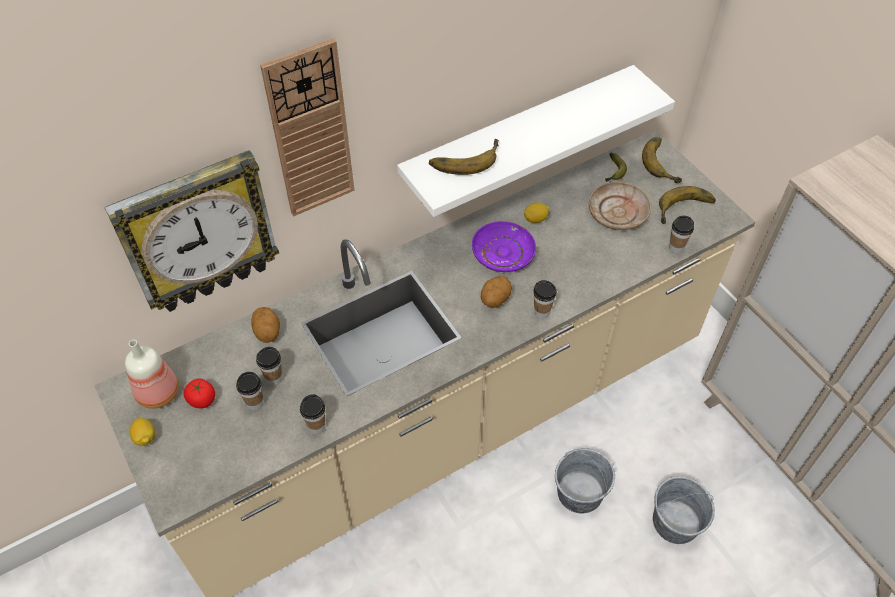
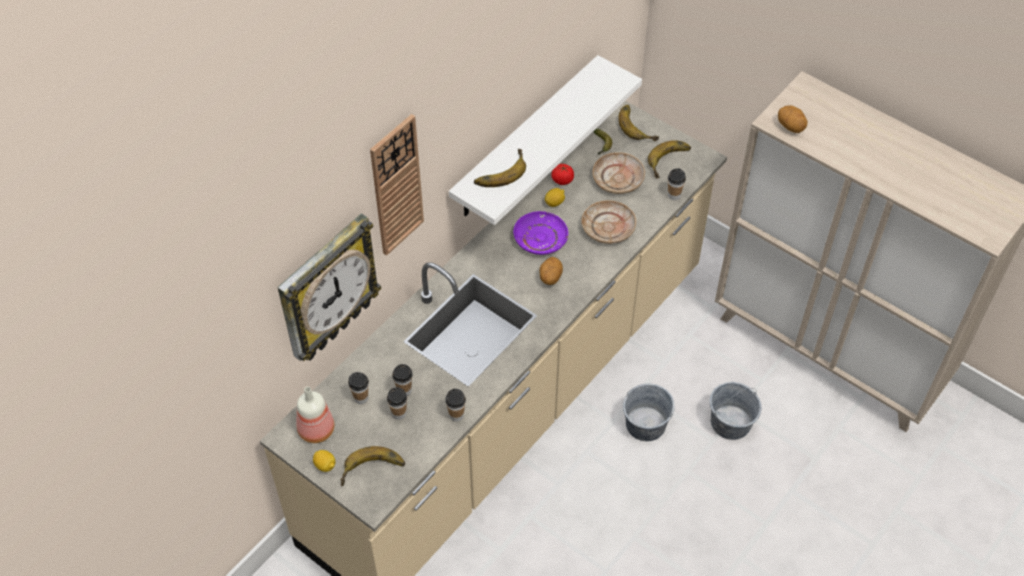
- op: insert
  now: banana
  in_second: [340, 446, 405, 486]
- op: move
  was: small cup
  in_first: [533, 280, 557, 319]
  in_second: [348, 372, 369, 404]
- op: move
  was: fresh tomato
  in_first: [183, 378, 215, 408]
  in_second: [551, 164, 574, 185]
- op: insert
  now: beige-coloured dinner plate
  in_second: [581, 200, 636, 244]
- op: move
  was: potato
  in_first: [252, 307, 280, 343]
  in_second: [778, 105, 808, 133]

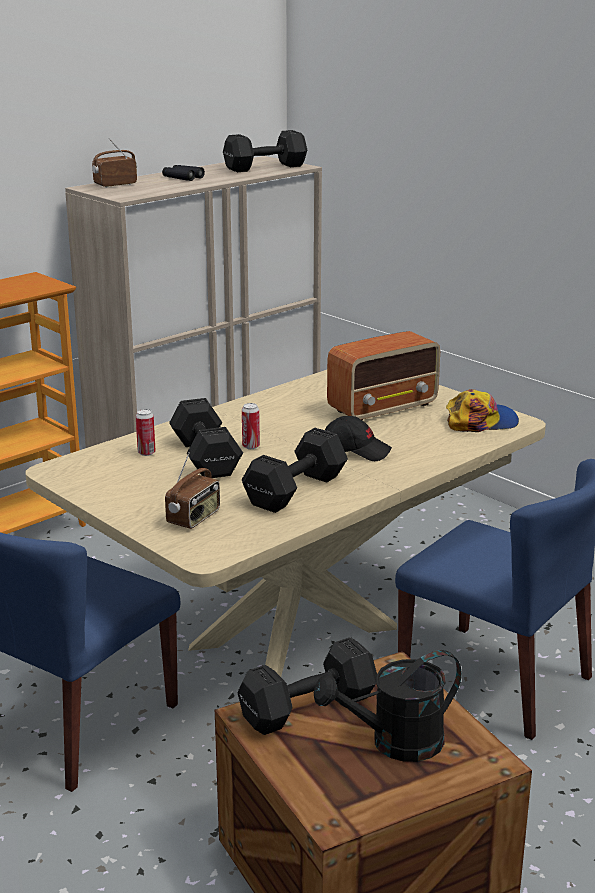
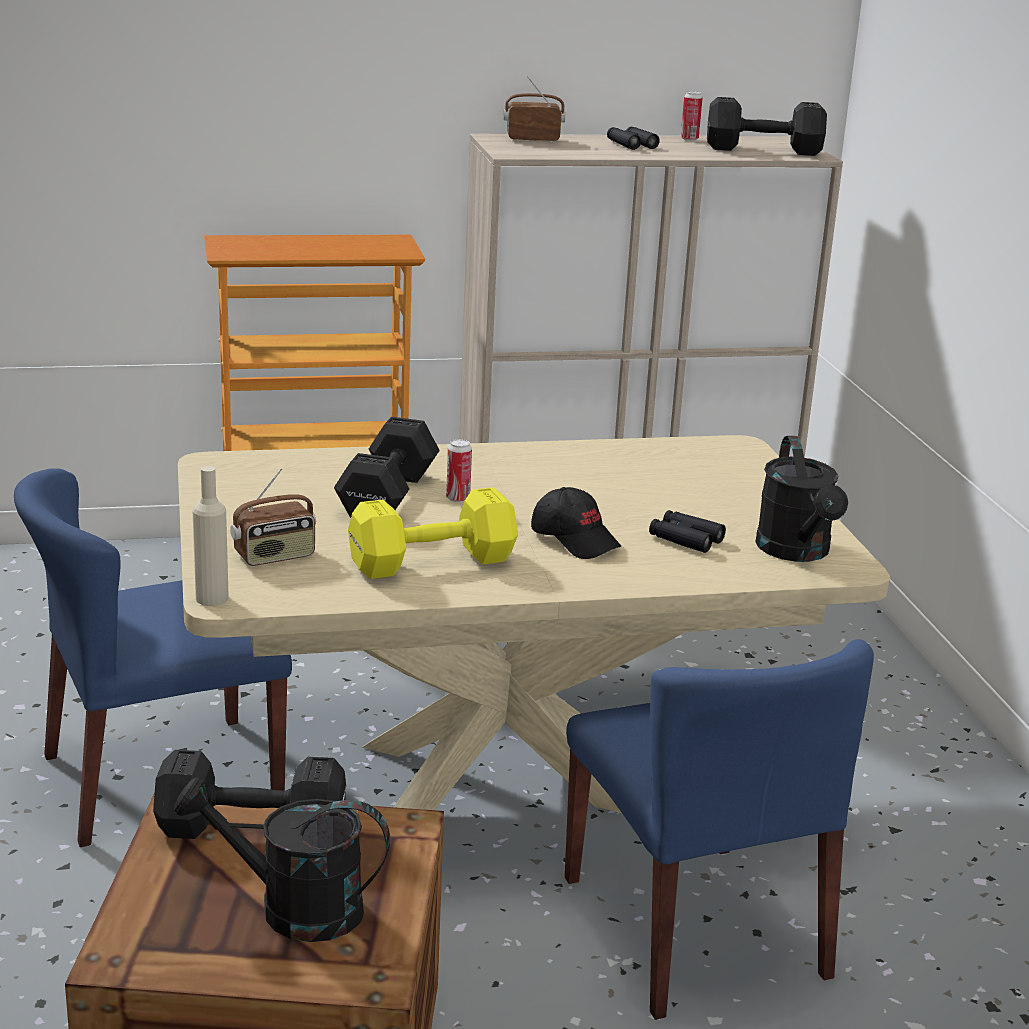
- op: insert
  now: beige-coloured beverage bottle
  in_second: [192, 466, 229, 606]
- op: recolor
  was: blackish free weight
  now: yellow free weight
  in_first: [242, 428, 348, 513]
  in_second: [348, 487, 518, 579]
- op: insert
  now: blackish field glasses
  in_second: [649, 510, 726, 553]
- op: move
  was: sealed can
  in_first: [136, 409, 156, 456]
  in_second: [681, 91, 703, 141]
- op: replace
  was: peaked cap
  now: blackish watering pot
  in_first: [446, 389, 519, 432]
  in_second: [755, 436, 848, 562]
- op: delete
  was: radio receiver
  in_first: [327, 331, 440, 421]

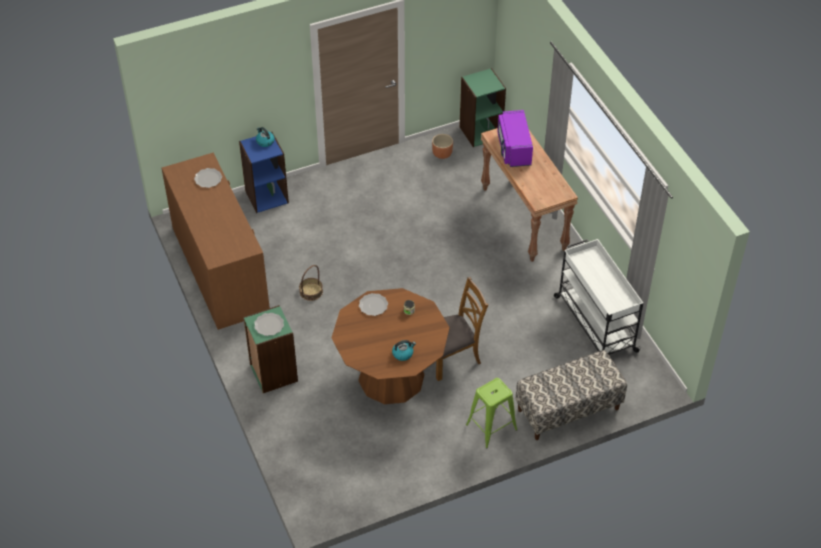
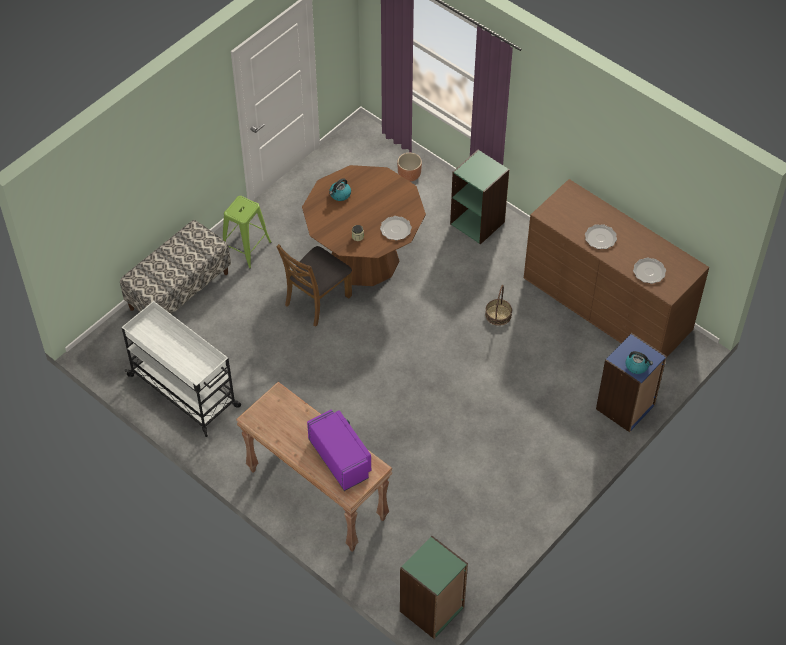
- op: move
  was: brownish planter
  in_first: [432, 134, 453, 159]
  in_second: [397, 153, 422, 182]
- op: move
  was: dinner plate
  in_first: [254, 313, 284, 336]
  in_second: [585, 224, 617, 249]

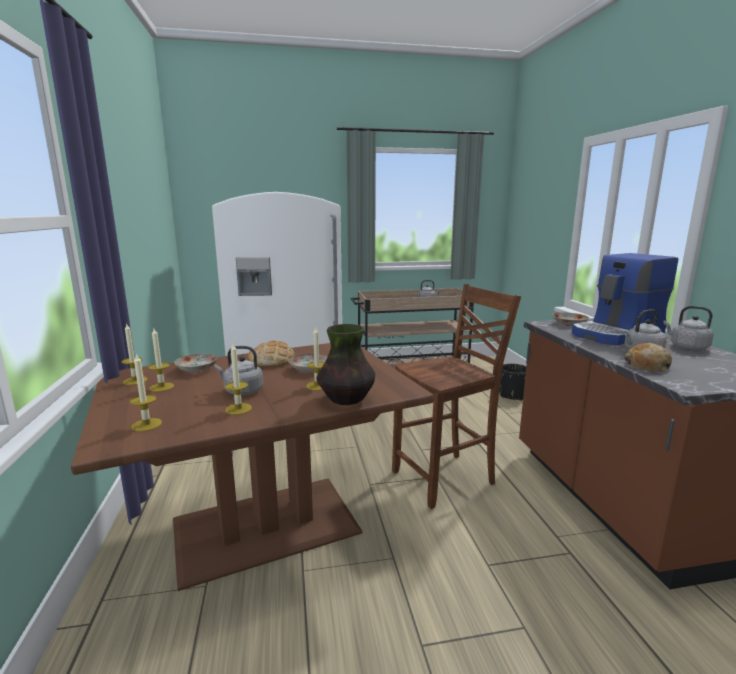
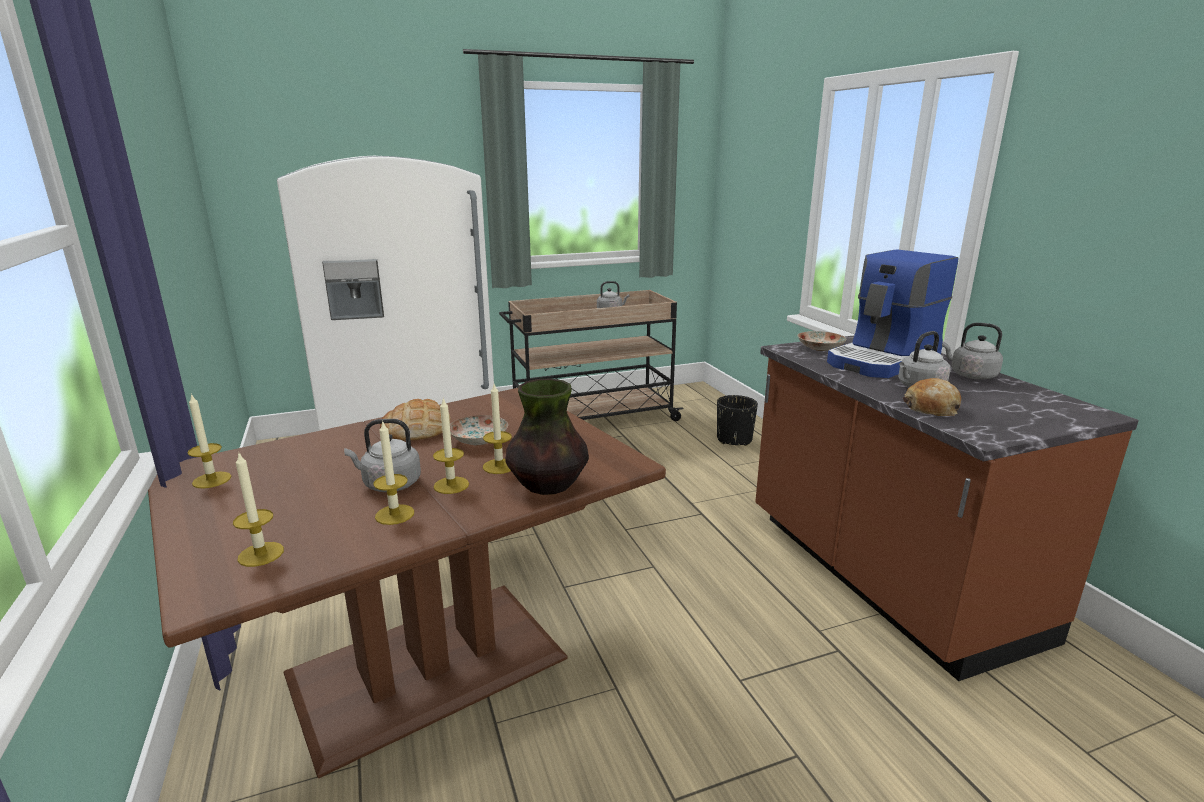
- op: move
  was: candle
  in_first: [148, 328, 174, 392]
  in_second: [433, 398, 469, 494]
- op: delete
  was: dinner plate
  in_first: [174, 353, 218, 372]
- op: delete
  was: brownish upright chair
  in_first: [392, 284, 521, 509]

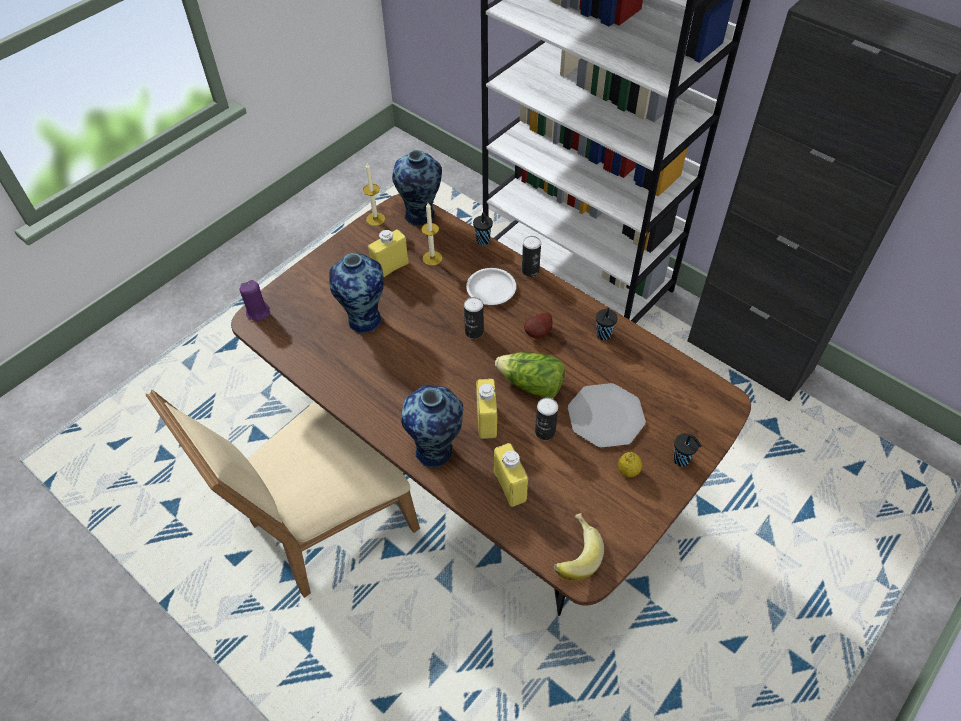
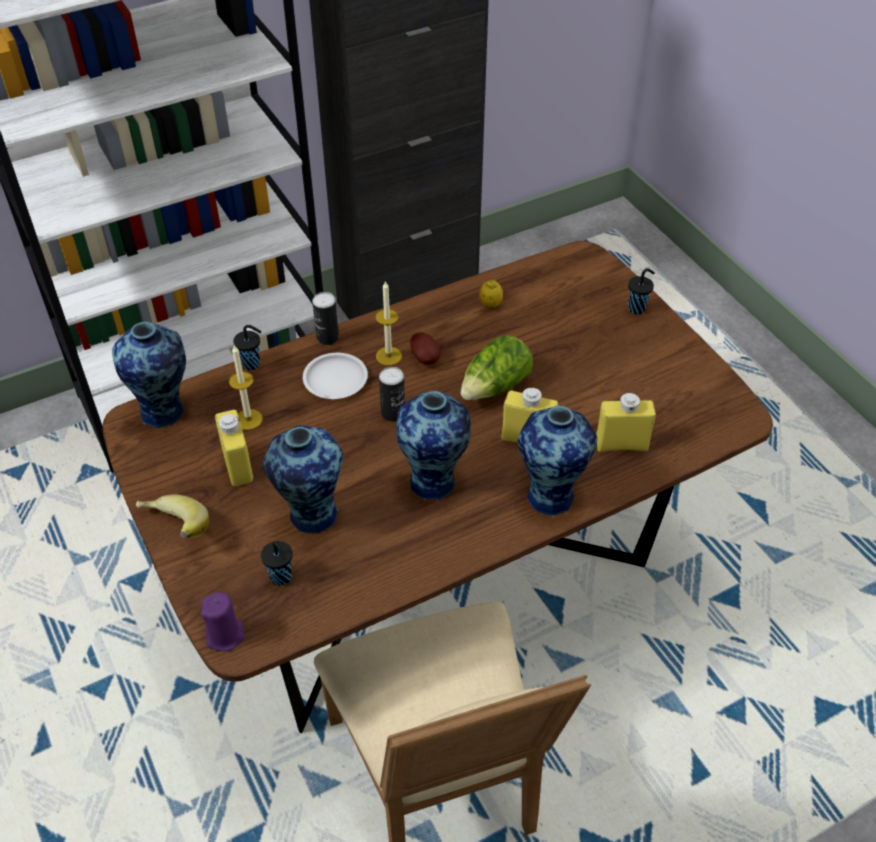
- op: move
  was: banana
  in_first: [554, 513, 604, 581]
  in_second: [136, 494, 209, 538]
- op: move
  was: blackish small cup
  in_first: [596, 308, 618, 340]
  in_second: [261, 541, 293, 586]
- op: move
  was: candle
  in_first: [363, 163, 385, 226]
  in_second: [376, 281, 402, 365]
- op: insert
  now: decorative vase
  in_second: [396, 391, 471, 501]
- op: move
  was: citrus fruit
  in_first: [618, 452, 642, 477]
  in_second: [479, 280, 503, 308]
- op: delete
  was: sealed can
  in_first: [535, 398, 558, 440]
- op: delete
  was: dinner plate
  in_first: [568, 383, 646, 448]

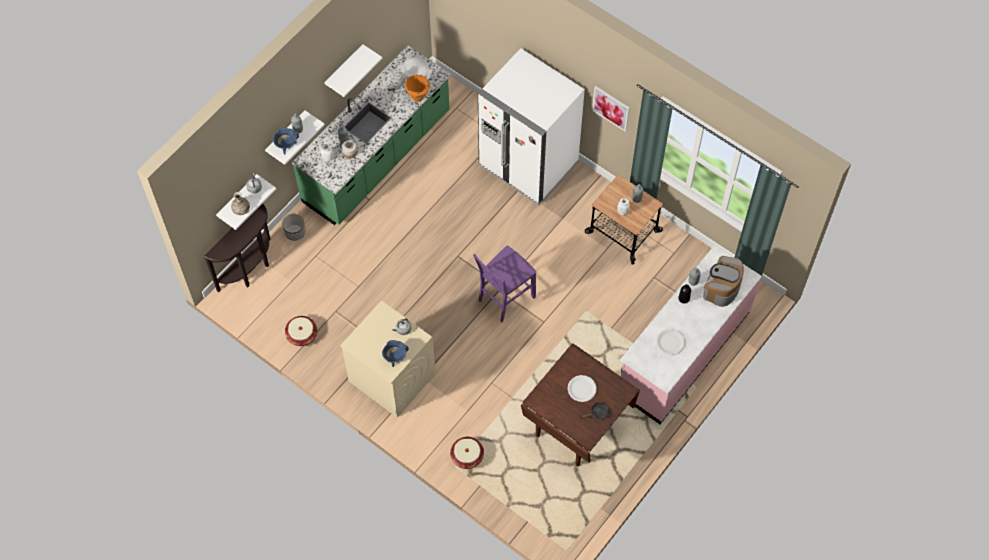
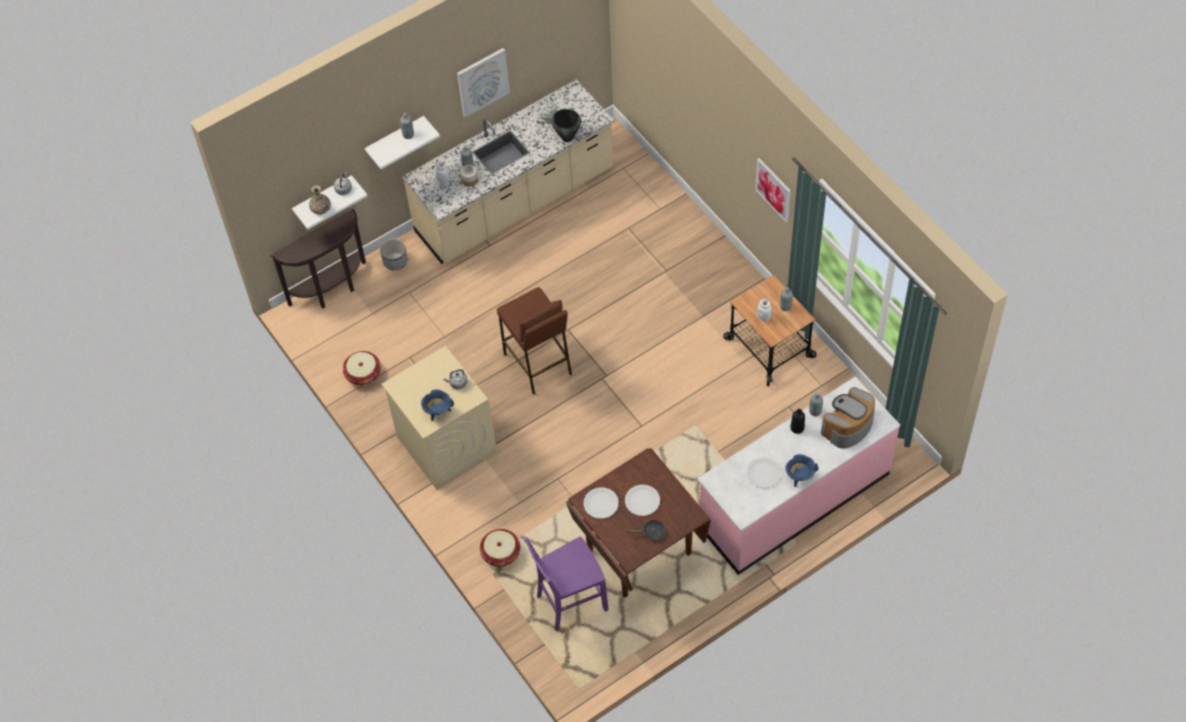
- op: recolor
  was: green counter
  now: beige-coloured counter
  in_first: [292, 46, 451, 225]
  in_second: [402, 79, 614, 264]
- op: replace
  was: white-coloured wall shelf
  now: wall picture
  in_first: [324, 44, 382, 97]
  in_second: [457, 48, 510, 117]
- op: insert
  now: brownish stool
  in_second: [497, 287, 572, 395]
- op: move
  was: purple-coloured upright chair
  in_first: [473, 245, 536, 322]
  in_second: [524, 537, 608, 631]
- op: recolor
  was: orange-coloured stockpot
  now: blackish stockpot
  in_first: [405, 75, 430, 102]
  in_second: [552, 109, 581, 142]
- op: move
  was: white-coloured dinner plate
  in_first: [402, 57, 429, 78]
  in_second: [584, 487, 619, 519]
- op: move
  was: blue stockpot
  in_first: [273, 128, 299, 155]
  in_second: [785, 454, 819, 487]
- op: delete
  was: white-coloured refrigerator
  in_first: [478, 48, 585, 205]

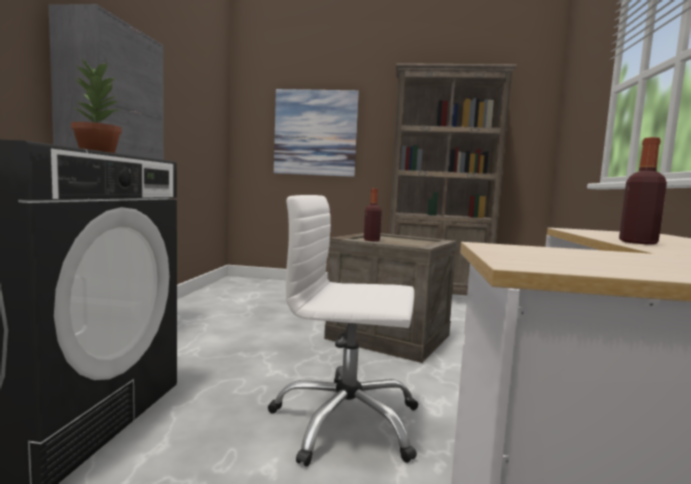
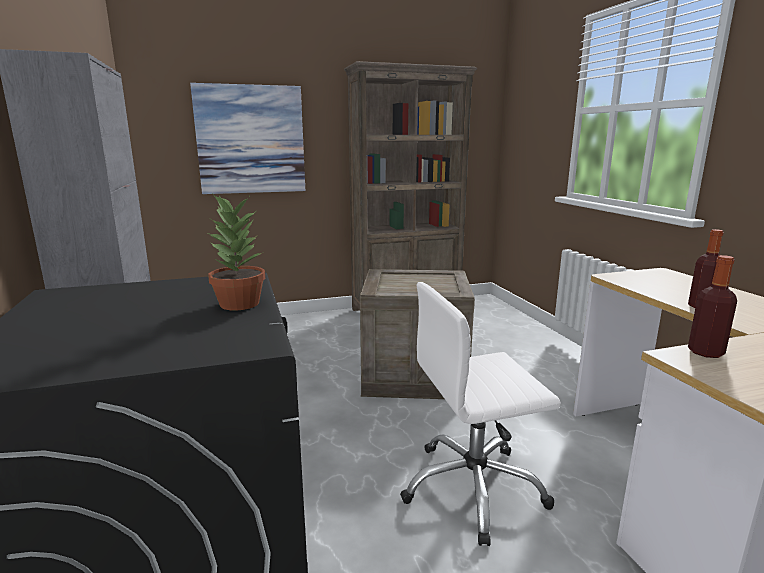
- op: move
  was: beverage bottle
  in_first: [364, 189, 382, 241]
  in_second: [688, 255, 737, 358]

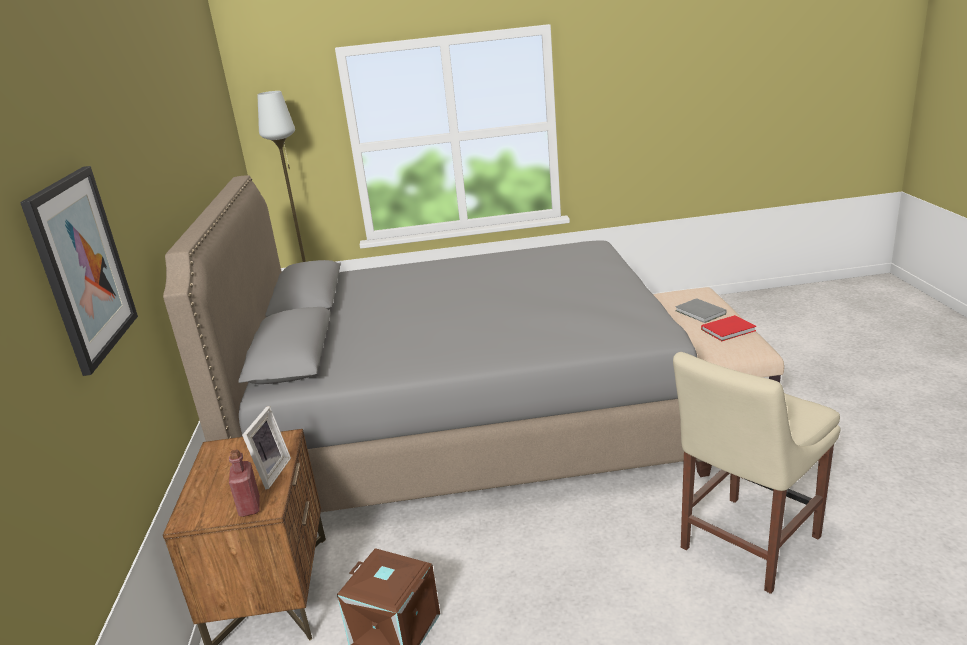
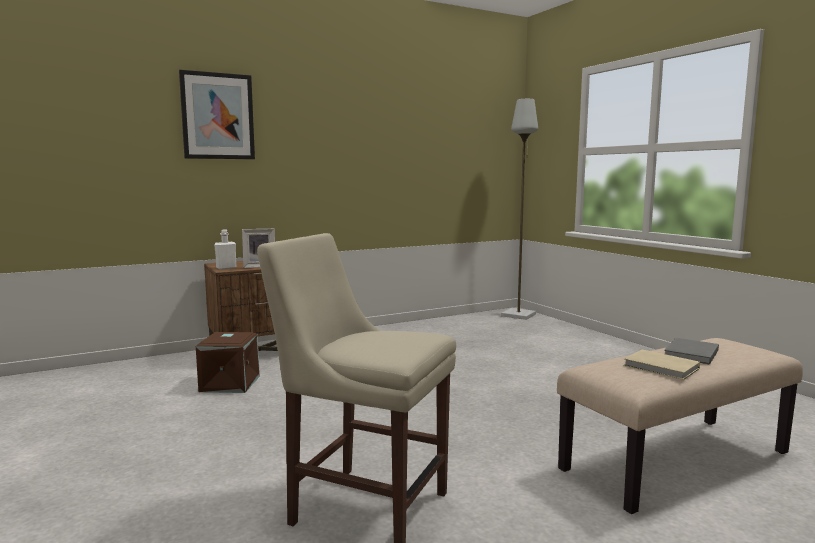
- op: recolor
  was: reddish beverage bottle
  now: white-coloured beverage bottle
  in_first: [229, 449, 260, 517]
  in_second: [214, 229, 236, 270]
- op: recolor
  was: reddish volume
  now: beige-coloured volume
  in_first: [701, 315, 756, 341]
  in_second: [624, 349, 700, 380]
- op: delete
  was: greyish sleeping bed
  in_first: [163, 175, 712, 512]

